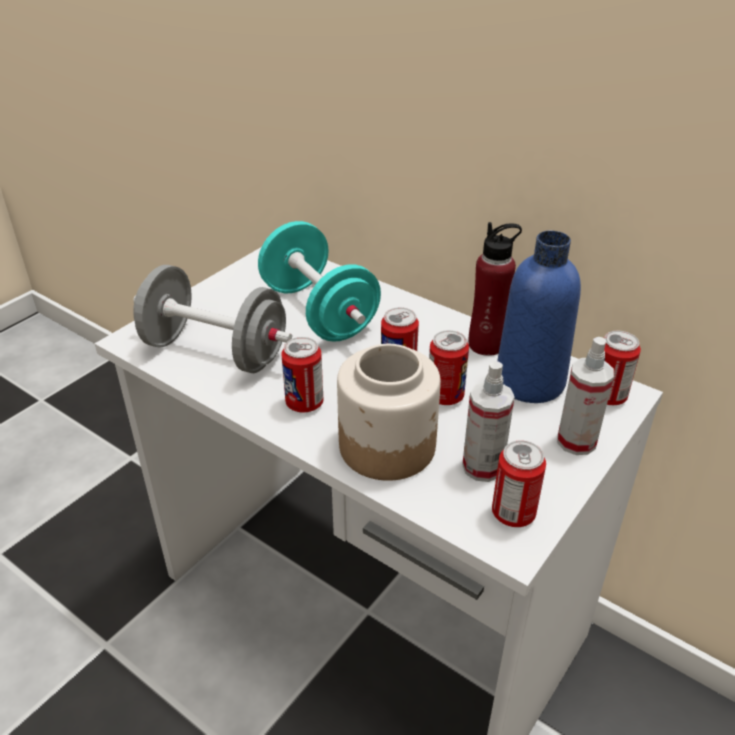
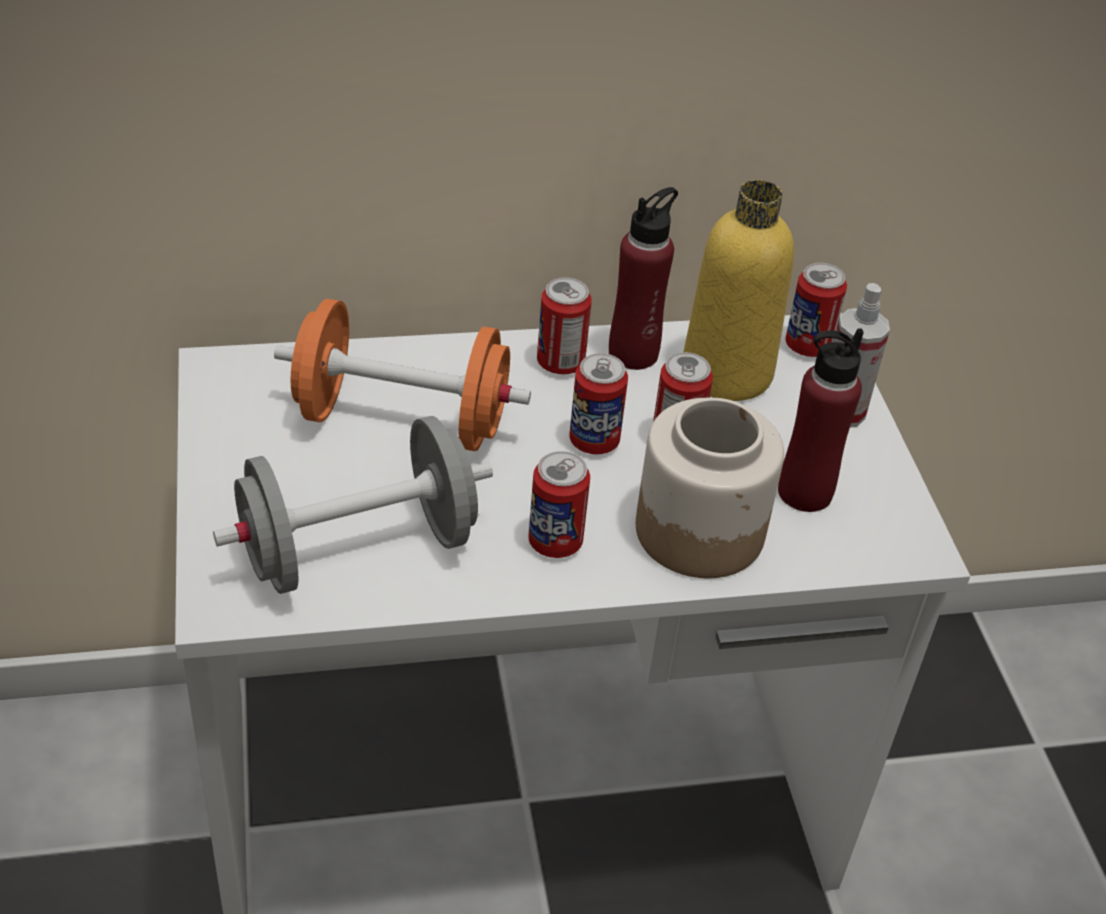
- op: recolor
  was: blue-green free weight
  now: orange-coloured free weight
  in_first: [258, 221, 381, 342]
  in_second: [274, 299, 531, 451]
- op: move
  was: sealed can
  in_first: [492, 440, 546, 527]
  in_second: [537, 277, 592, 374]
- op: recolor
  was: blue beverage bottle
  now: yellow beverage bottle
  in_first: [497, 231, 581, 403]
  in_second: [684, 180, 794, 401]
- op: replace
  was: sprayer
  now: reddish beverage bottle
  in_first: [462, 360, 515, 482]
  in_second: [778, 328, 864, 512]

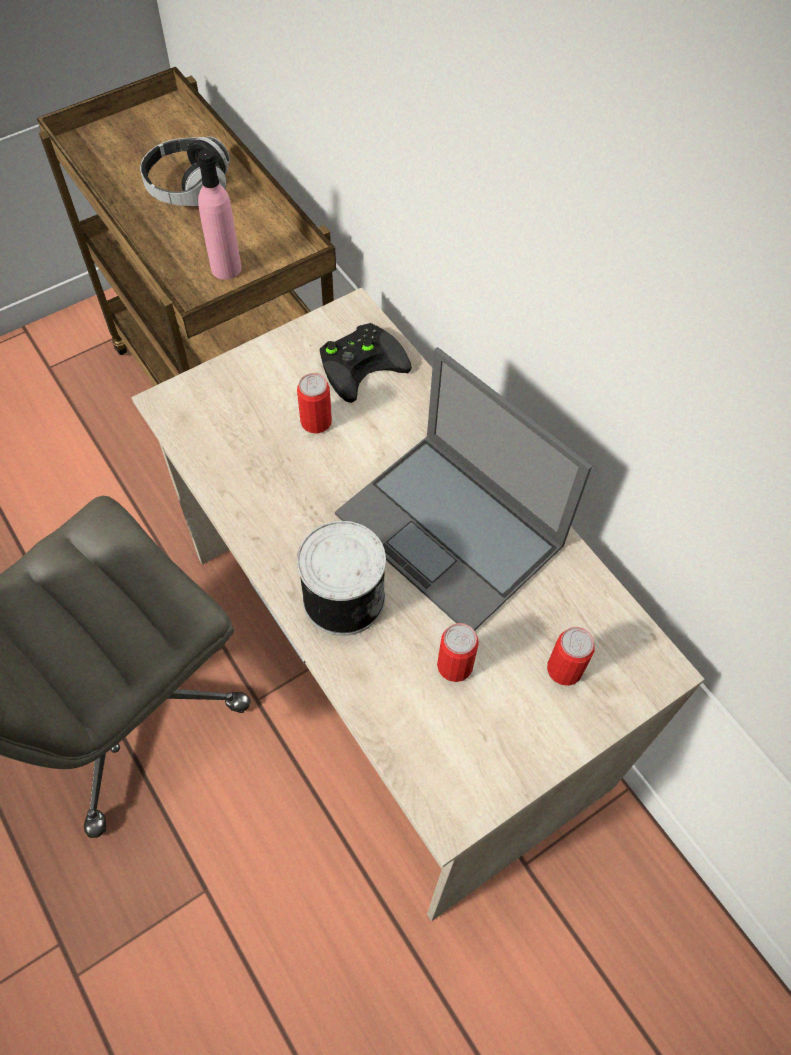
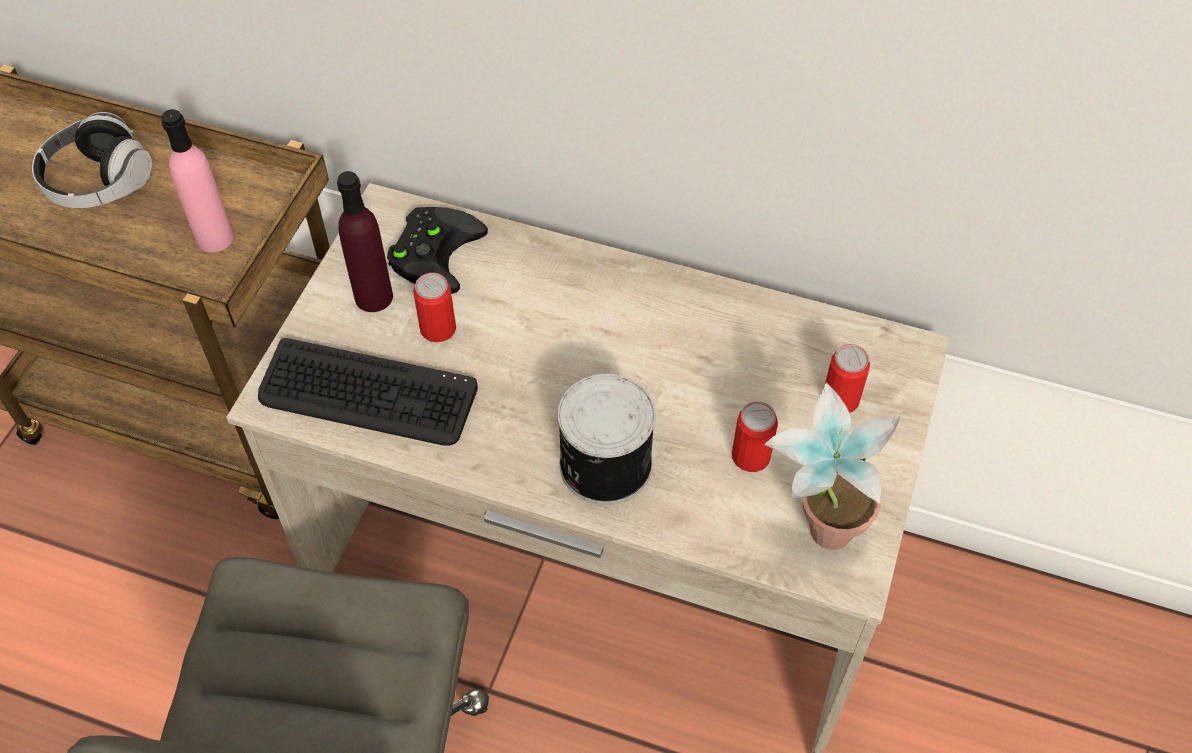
- op: insert
  now: computer keyboard
  in_second: [258, 338, 478, 446]
- op: insert
  now: purple-coloured beverage bottle
  in_second: [337, 171, 393, 312]
- op: insert
  now: plant in a pot
  in_second: [764, 382, 900, 550]
- op: delete
  was: portable computer
  in_first: [335, 347, 592, 631]

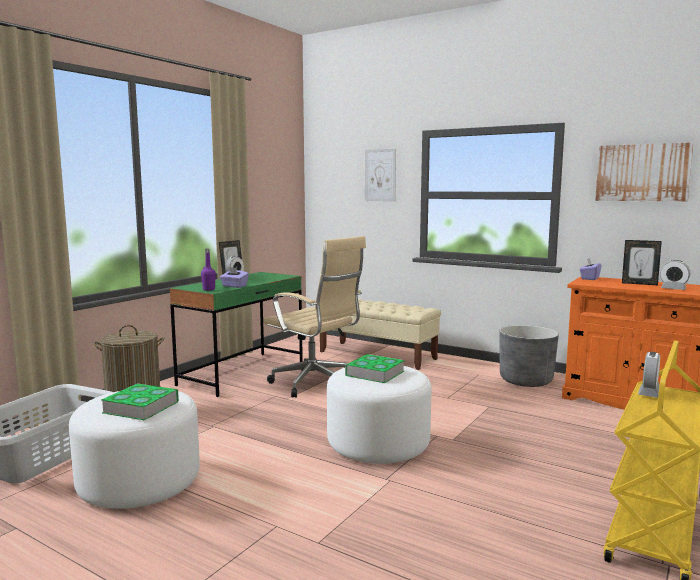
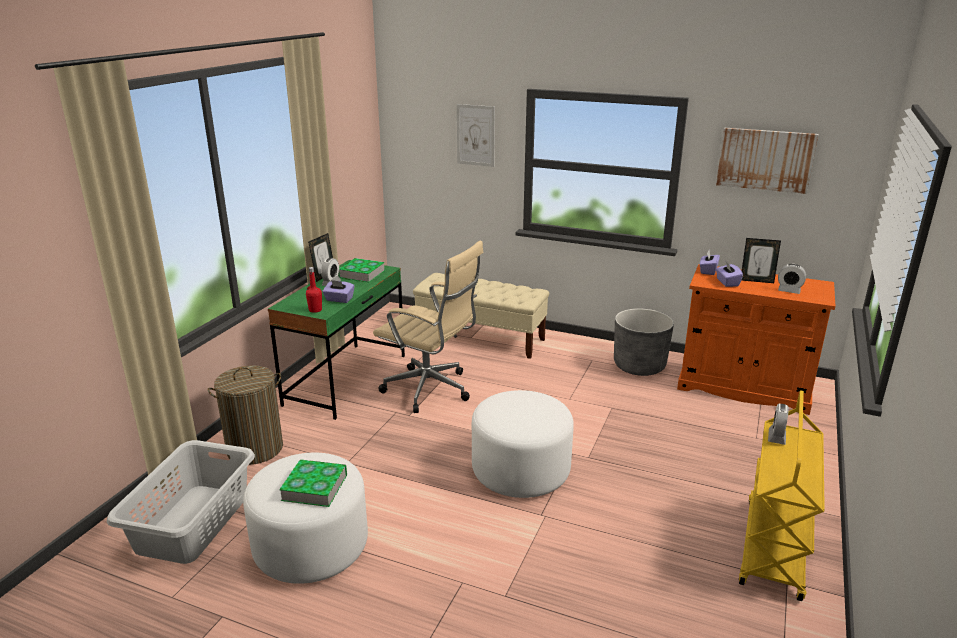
- op: recolor
  was: purple-coloured beverage bottle
  now: reddish beverage bottle
  in_first: [201, 249, 216, 291]
  in_second: [306, 267, 322, 313]
- op: move
  was: volume
  in_first: [345, 354, 405, 383]
  in_second: [338, 258, 385, 282]
- op: insert
  now: purple-coloured tissue holder
  in_second: [716, 262, 743, 287]

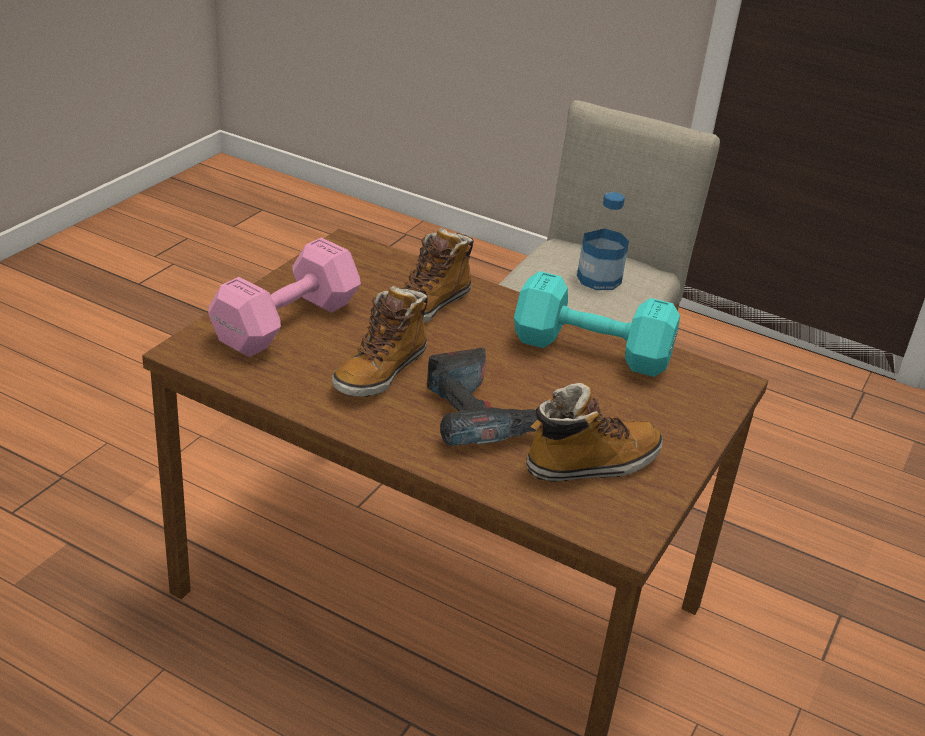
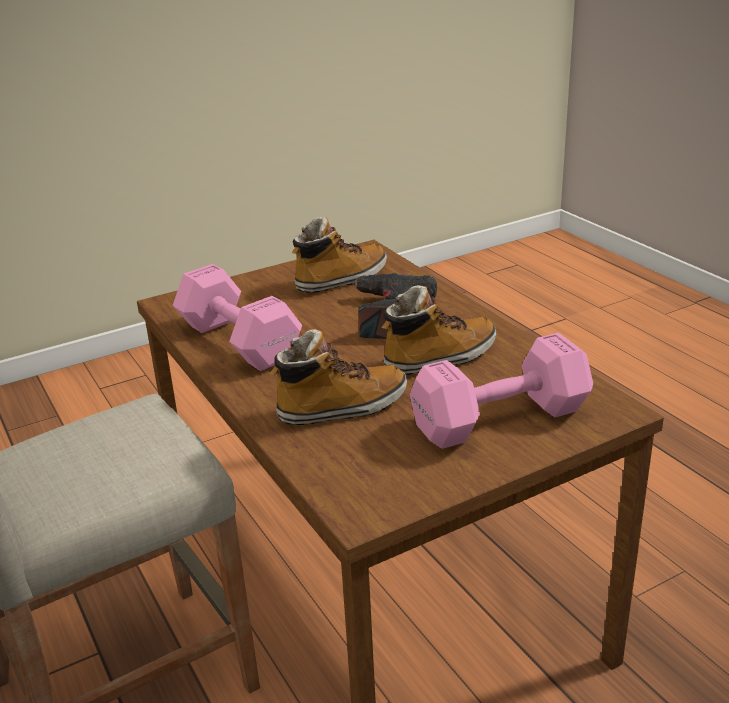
- op: recolor
  was: blue-green free weight
  now: pink-coloured free weight
  in_first: [514, 271, 680, 377]
  in_second: [173, 264, 302, 371]
- op: rotate
  was: tall boot
  in_first: [526, 383, 663, 482]
  in_second: [292, 217, 387, 293]
  clockwise: 135
- op: delete
  was: beverage bottle
  in_first: [577, 192, 629, 290]

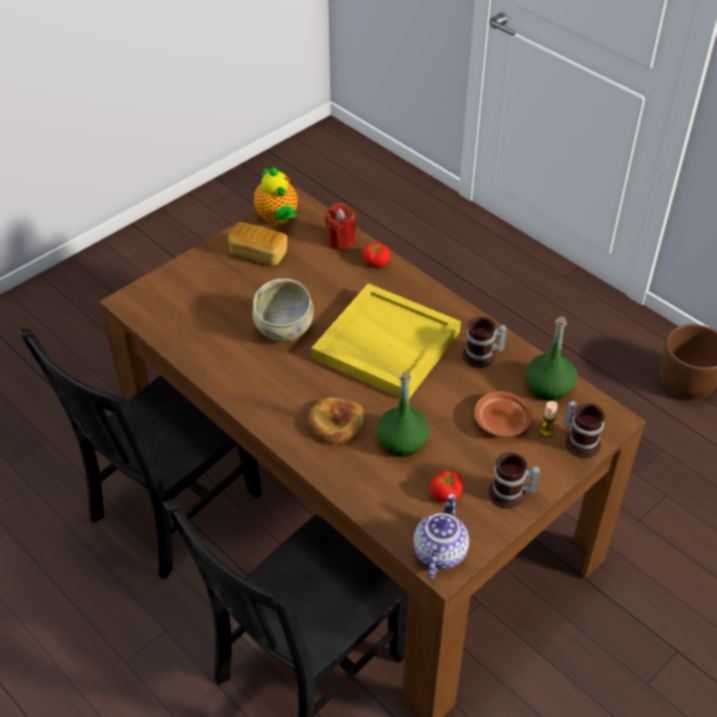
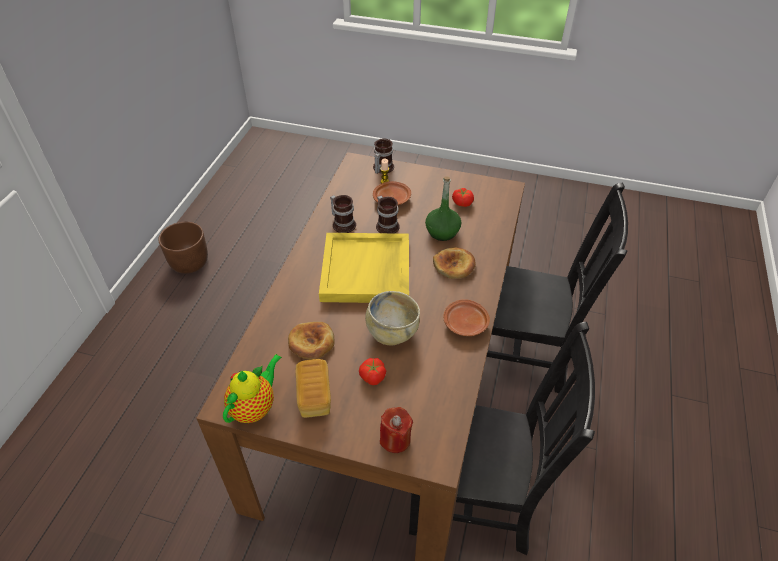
- op: insert
  now: bread
  in_second: [288, 322, 335, 360]
- op: move
  was: fresh tomato
  in_first: [362, 243, 391, 267]
  in_second: [359, 358, 386, 385]
- op: move
  was: coffee mug
  in_first: [489, 452, 540, 509]
  in_second: [376, 196, 400, 233]
- op: move
  was: reddish candle
  in_first: [325, 203, 356, 250]
  in_second: [380, 407, 413, 453]
- op: insert
  now: brownish dinner plate
  in_second: [443, 299, 490, 336]
- op: delete
  was: tea pot
  in_first: [413, 494, 469, 579]
- op: delete
  was: green beverage bottle
  in_first: [526, 316, 577, 401]

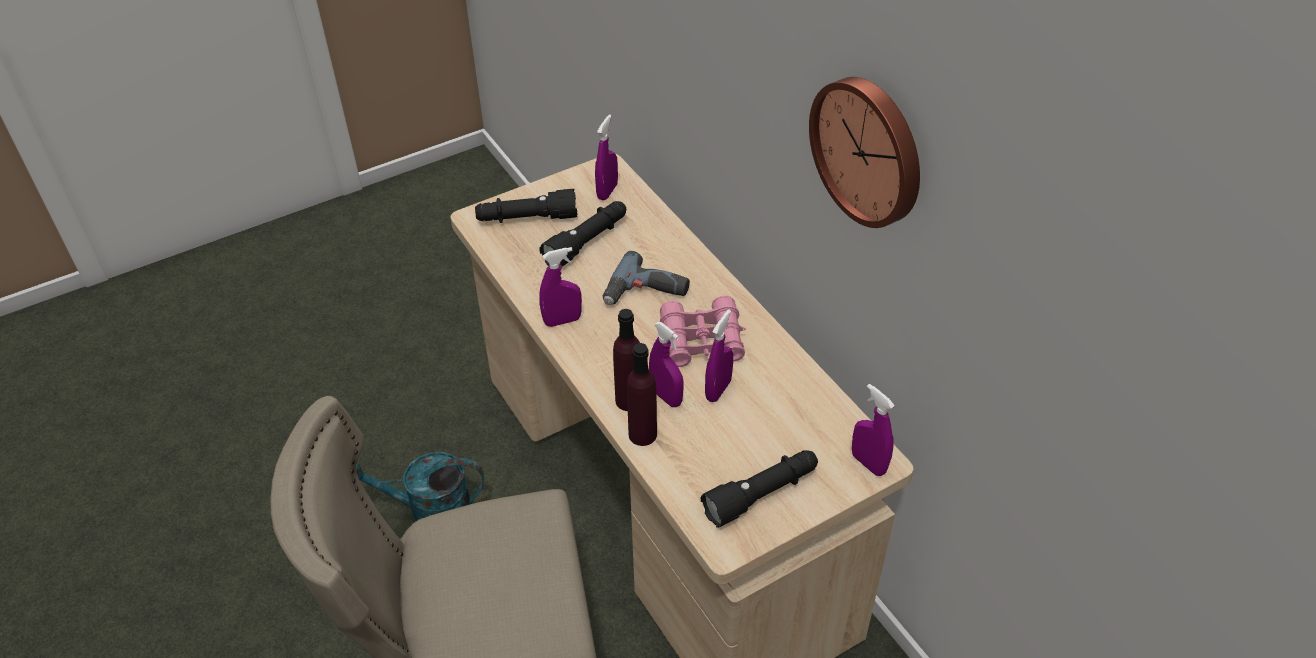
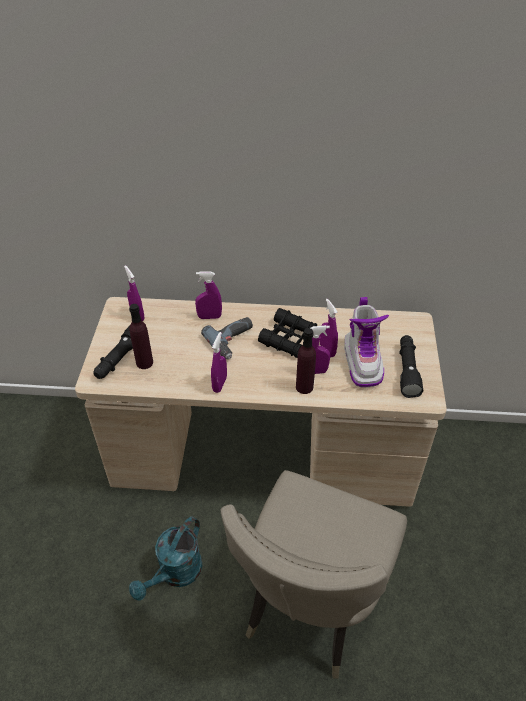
- op: move
  was: purple-coloured beverage bottle
  in_first: [627, 343, 657, 446]
  in_second: [129, 304, 153, 369]
- op: move
  was: purple-coloured sprayer
  in_first: [852, 384, 895, 476]
  in_second: [195, 271, 222, 319]
- op: recolor
  was: pink-coloured field glasses
  now: blackish field glasses
  in_first: [660, 296, 745, 367]
  in_second: [258, 308, 317, 358]
- op: insert
  now: tall boot
  in_second: [344, 297, 389, 388]
- op: delete
  was: blackish hand torch
  in_first: [539, 201, 626, 267]
- op: delete
  was: clock on the wall
  in_first: [809, 77, 920, 228]

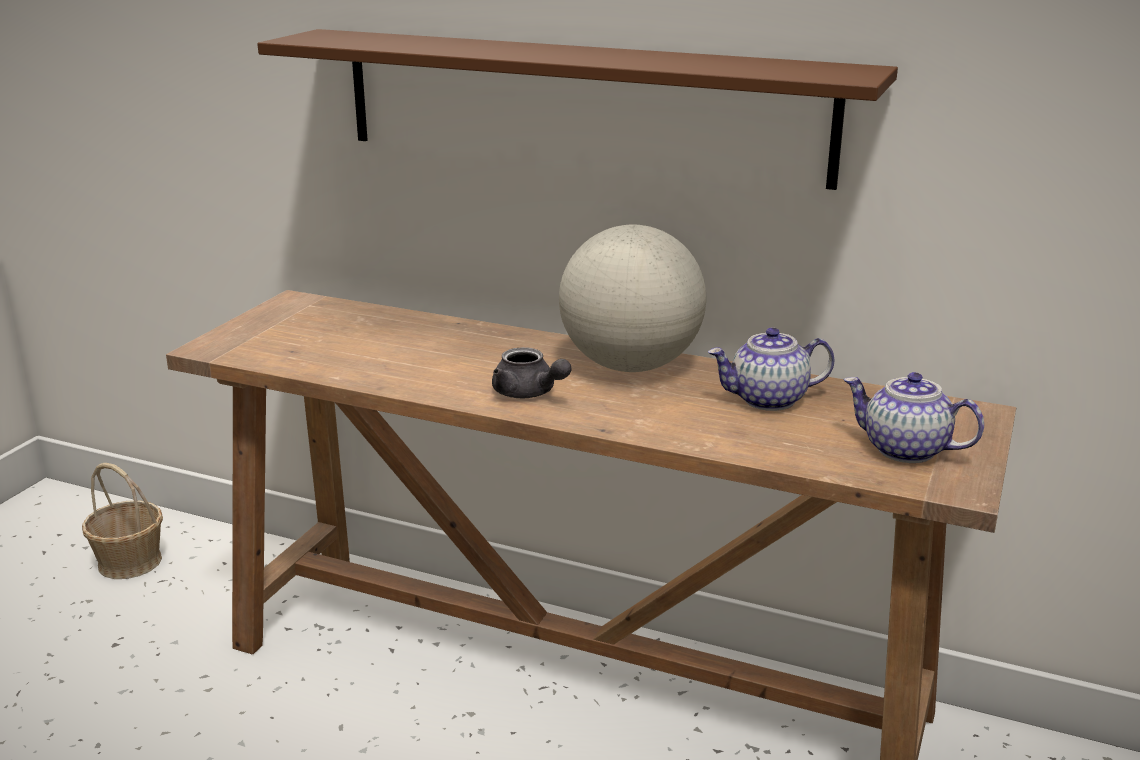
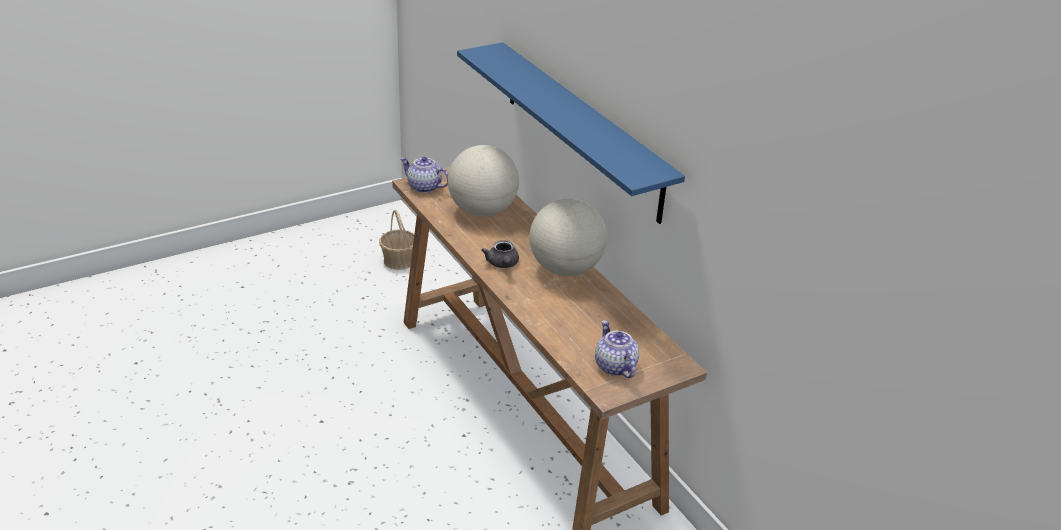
- op: move
  was: tea pot
  in_first: [708, 328, 834, 411]
  in_second: [400, 156, 448, 193]
- op: insert
  now: desk globe
  in_second: [448, 145, 519, 217]
- op: recolor
  was: brownish wall shelf
  now: blue wall shelf
  in_first: [257, 29, 898, 190]
  in_second: [457, 42, 685, 224]

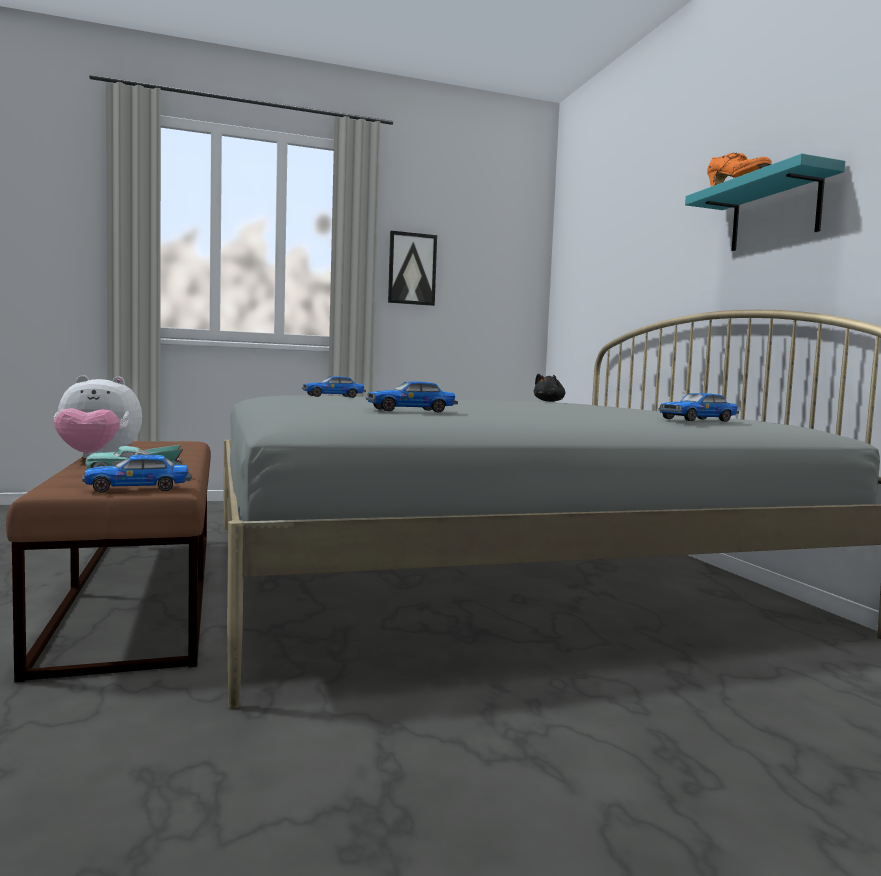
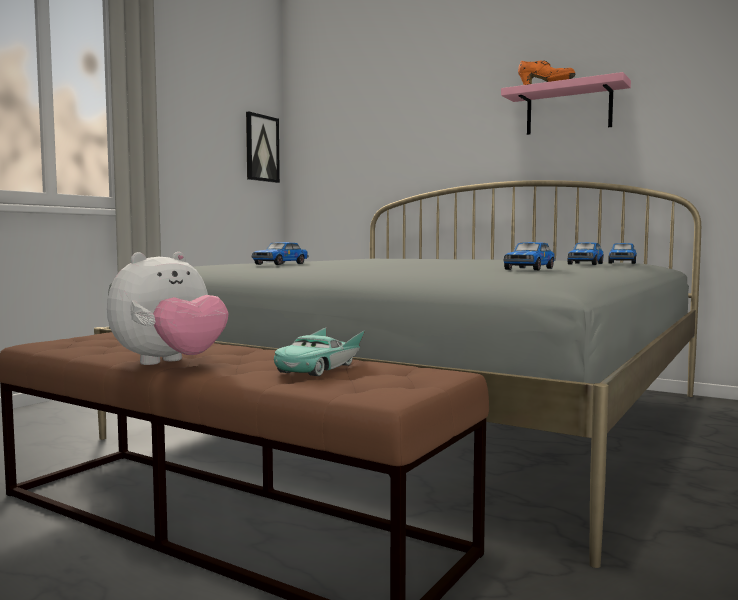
- op: move
  was: wall picture
  in_first: [388, 231, 437, 306]
  in_second: [246, 112, 280, 183]
- op: recolor
  was: blue-green wall shelf
  now: pink-coloured wall shelf
  in_first: [685, 153, 845, 251]
  in_second: [501, 72, 631, 135]
- op: move
  was: miniature car
  in_first: [82, 455, 192, 493]
  in_second: [568, 242, 604, 265]
- op: delete
  was: blackish soft toy
  in_first: [533, 374, 565, 402]

